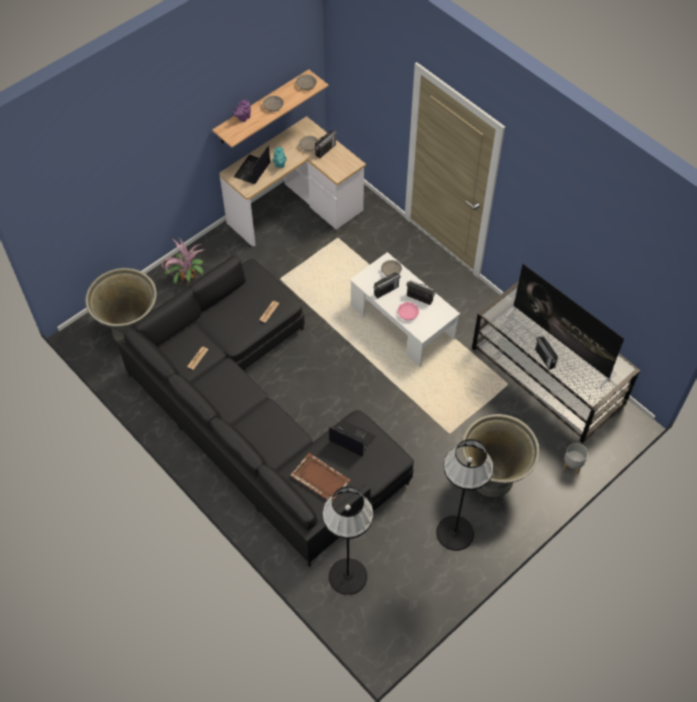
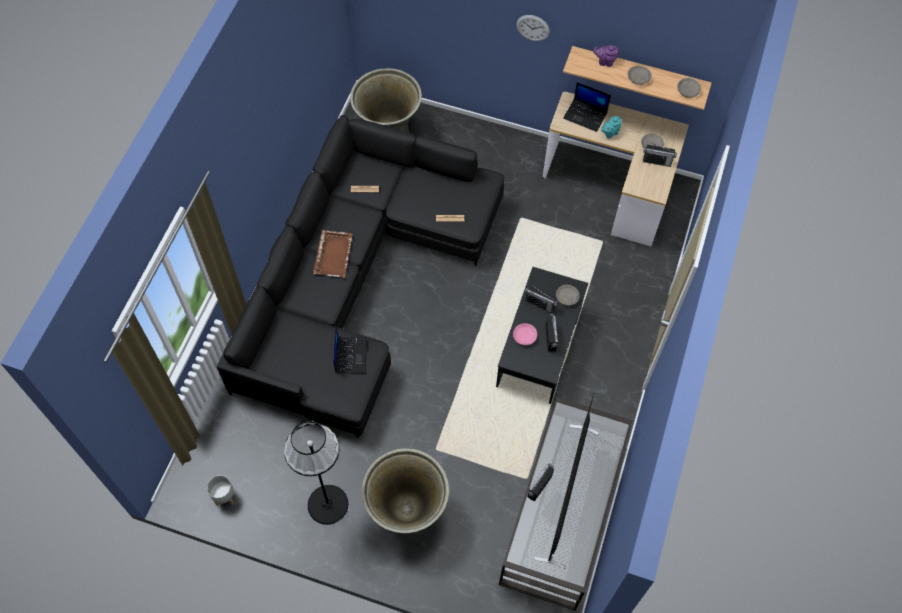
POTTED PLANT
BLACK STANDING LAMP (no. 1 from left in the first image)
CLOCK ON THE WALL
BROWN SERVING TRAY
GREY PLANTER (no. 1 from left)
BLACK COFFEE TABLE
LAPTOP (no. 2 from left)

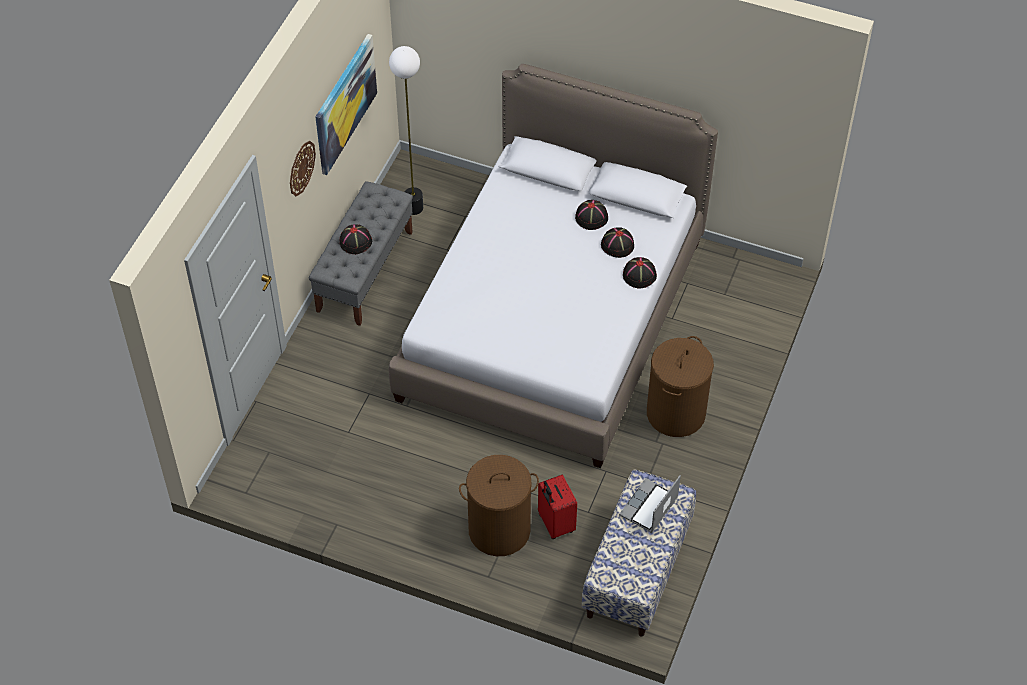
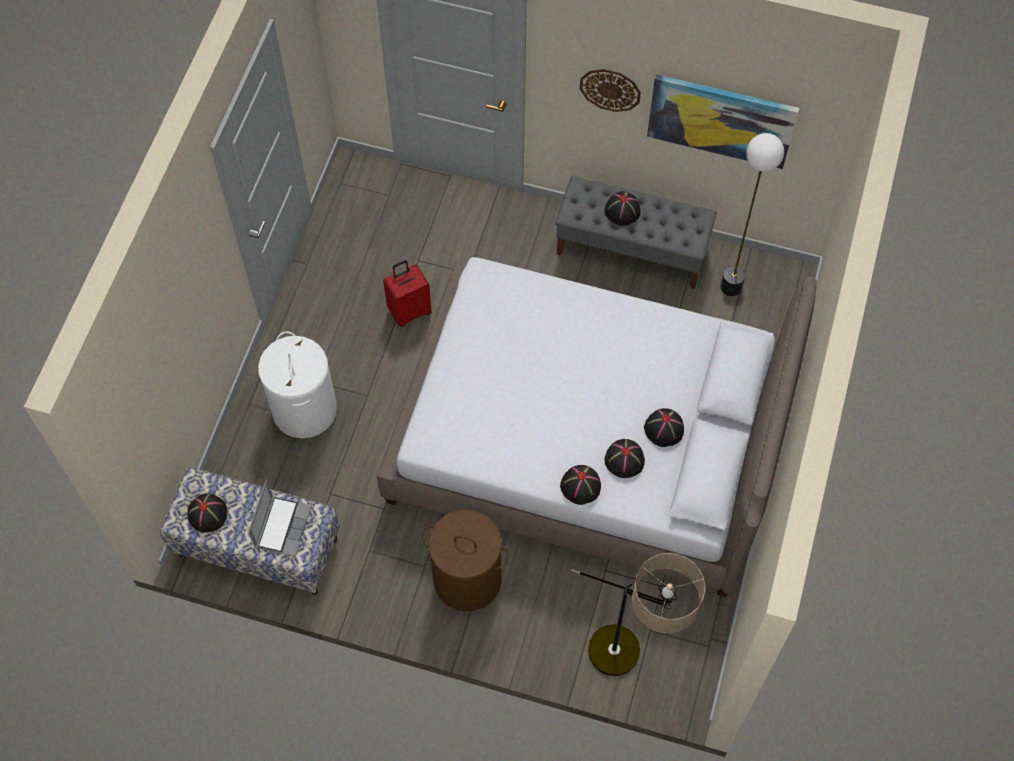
BLACK WEARABLE HAT (no. 1 from left)
STANDING LAMP (no. 1 from left)
REDDISH PIECE OF LUGGAGE
WHITE-COLOURED LAUNDRY BASKET
LAPTOP

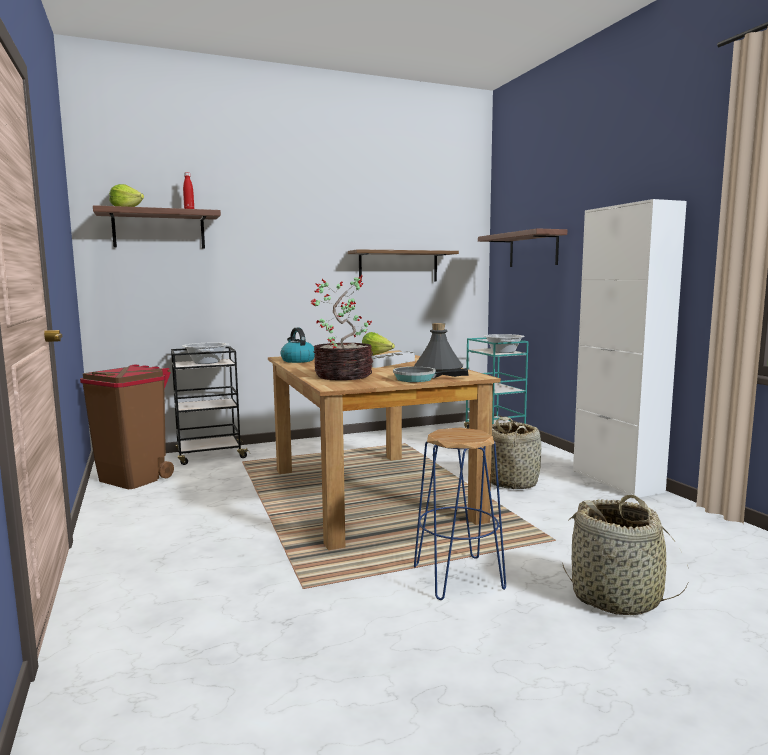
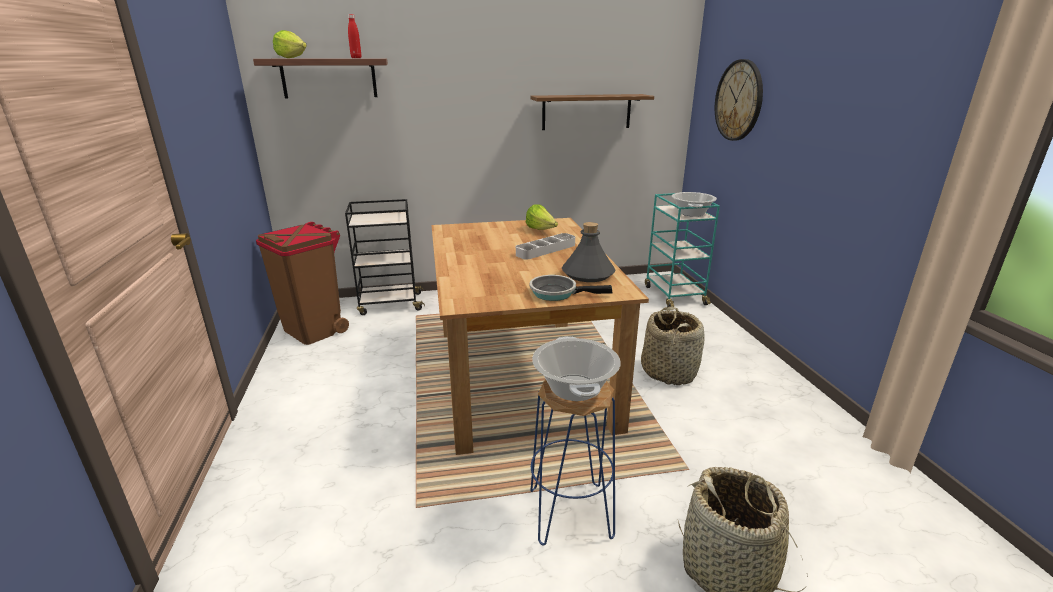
KETTLE
POTTED PLANT
WHITE-COLOURED CUPBOARD
STOCKPOT (no. 1 from left)
CLOCK ON THE WALL

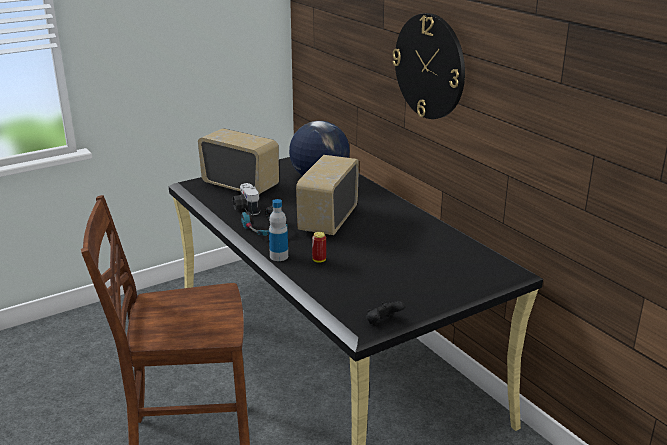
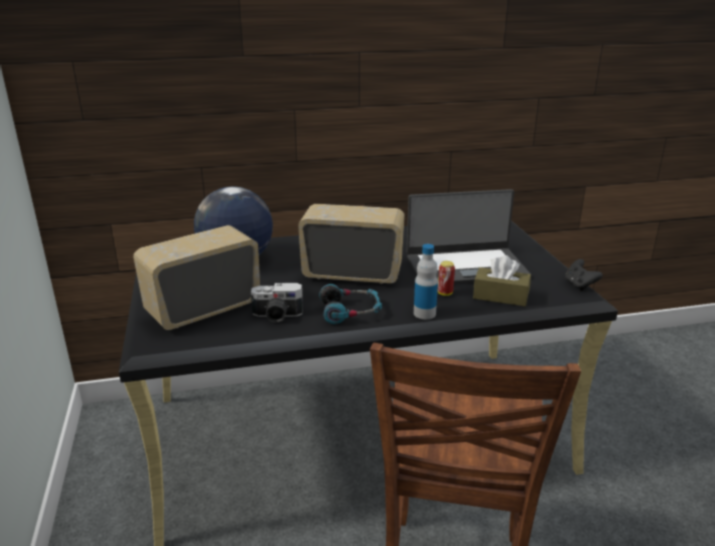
CLOCK ON THE WALL
LAPTOP
BROWN TISSUE BOX
RADIO RECEIVER (no. 2 from left)

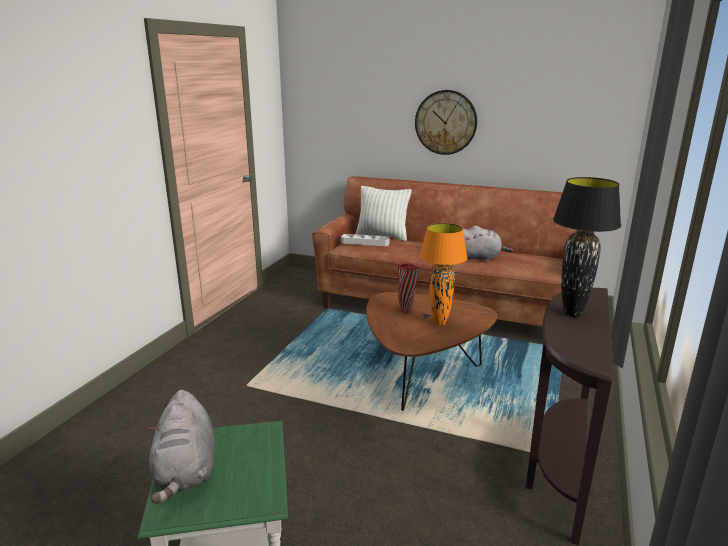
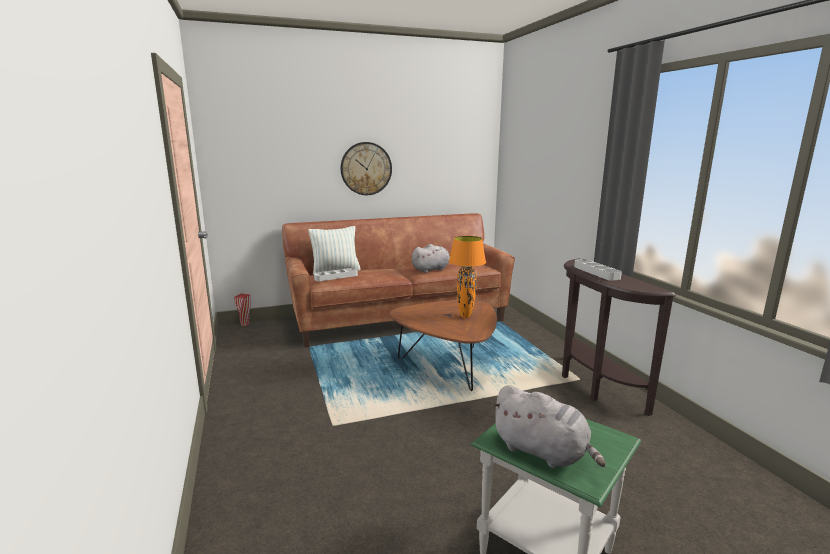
REDDISH DECORATIVE VASE
GREY SERVING TRAY (no. 2 from left)

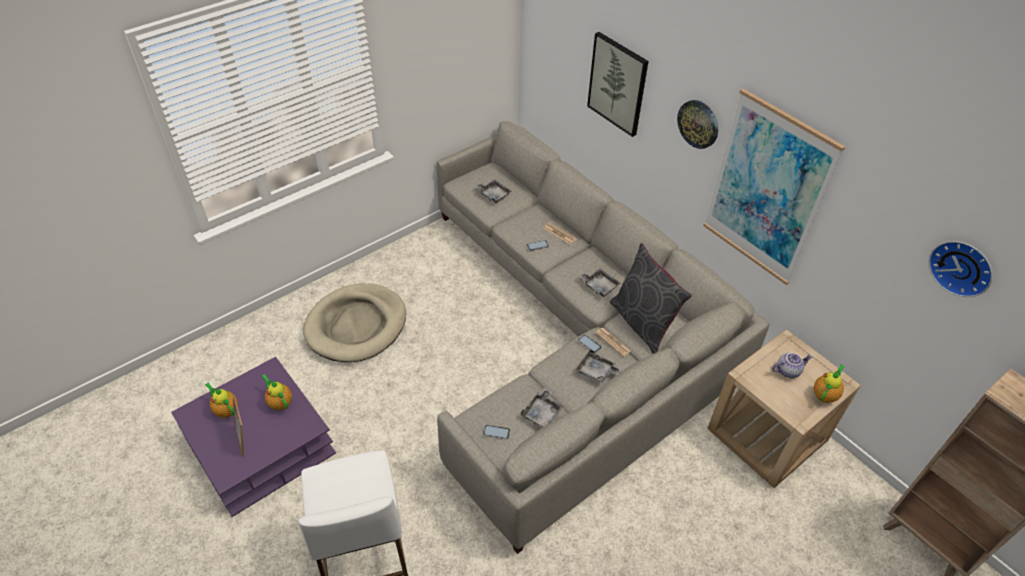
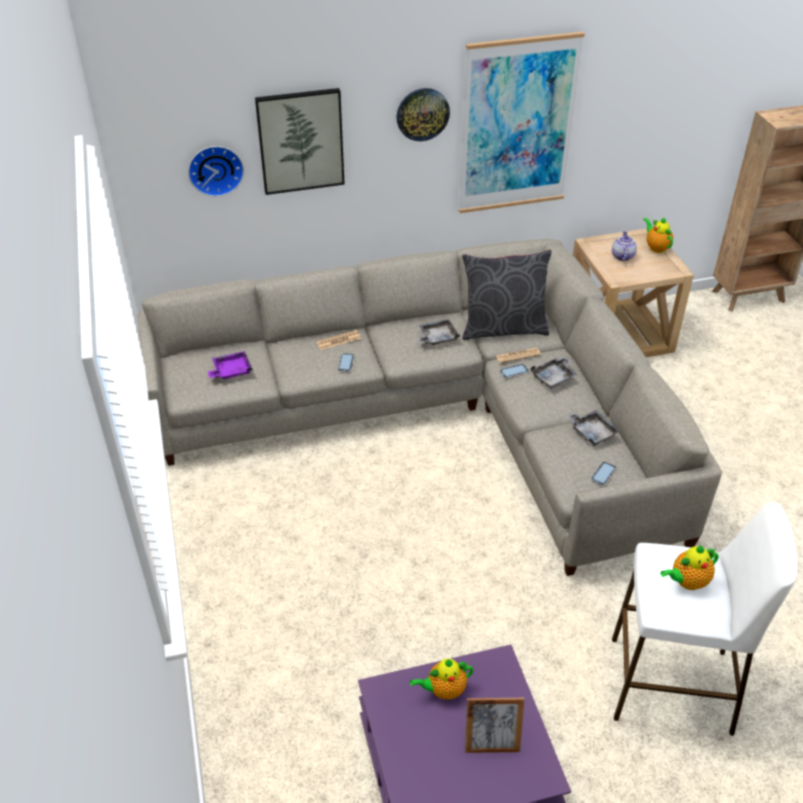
BEIGE-COLOURED DOG BED
TEAPOT (no. 4 from left)
CLOCK ON THE WALL (no. 1 from left)
PURPLISH SERVING TRAY

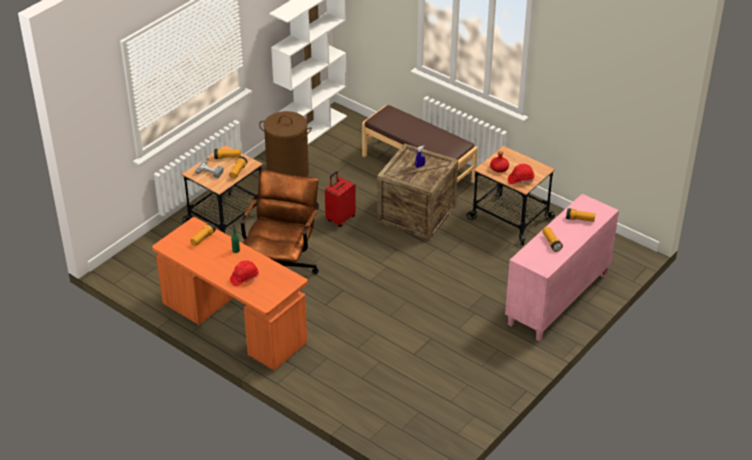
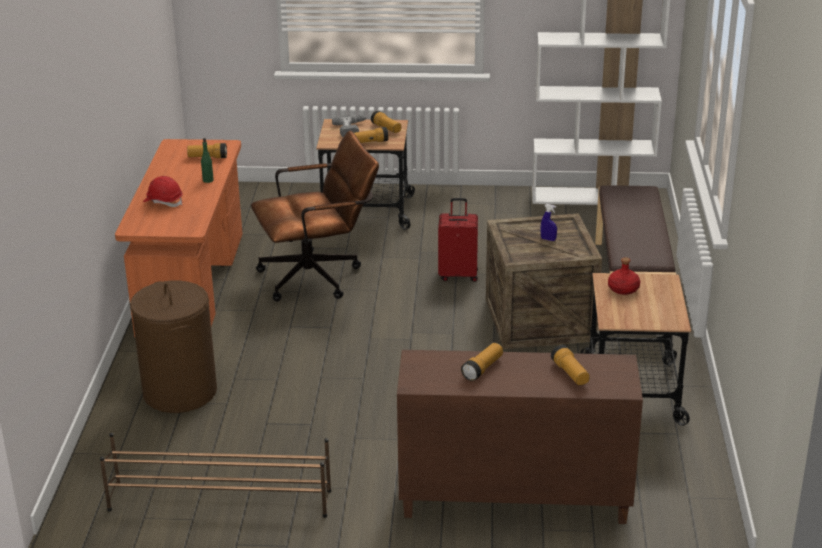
REDDISH SAFETY HELMET (no. 2 from left in the first image)
BROWN SHOE SHELF
BROWN LAUNDRY BASKET
BROWN CUPBOARD

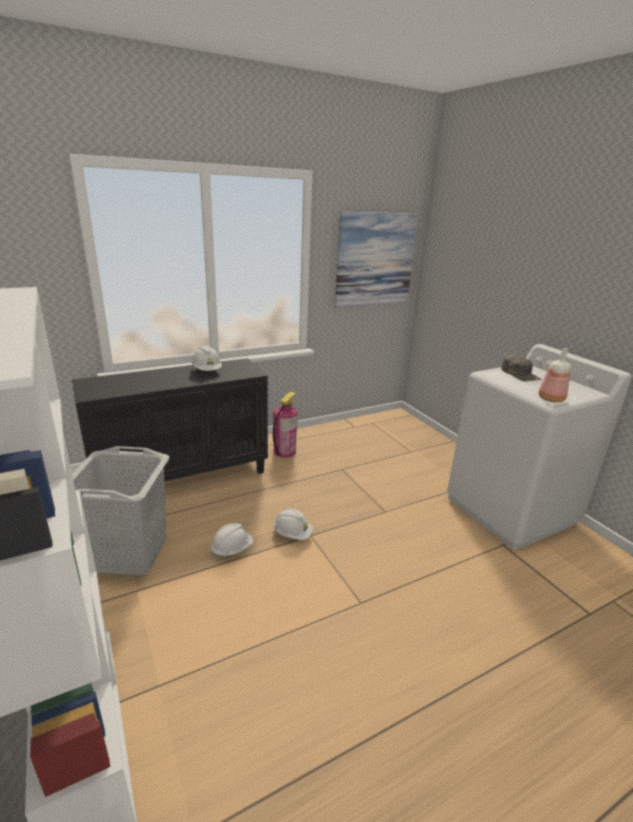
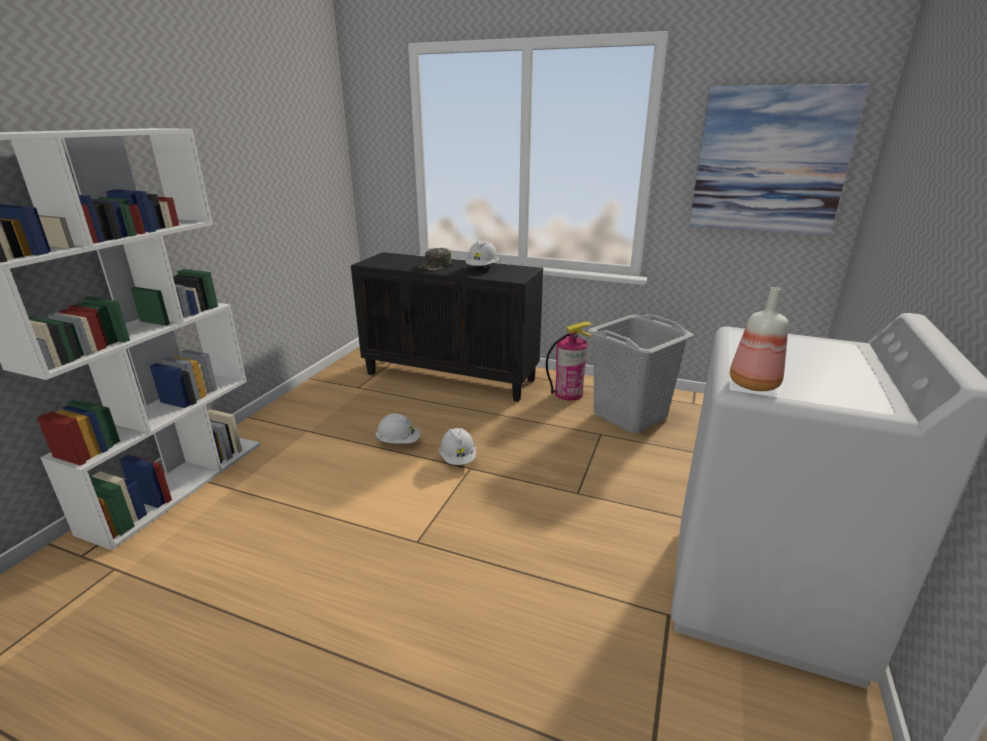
GREY LAUNDRY BASKET
GREENISH CAP

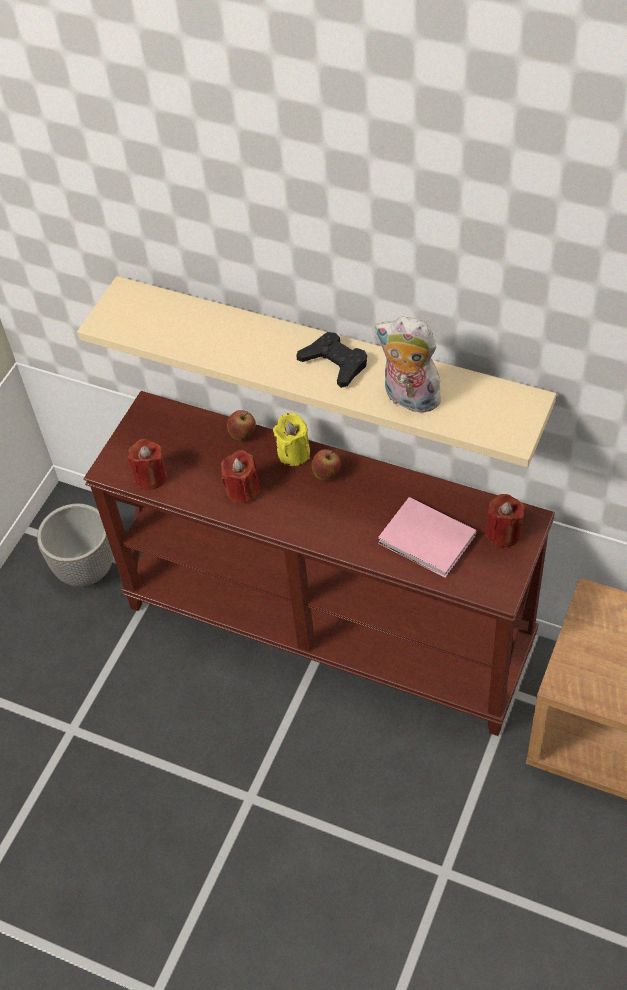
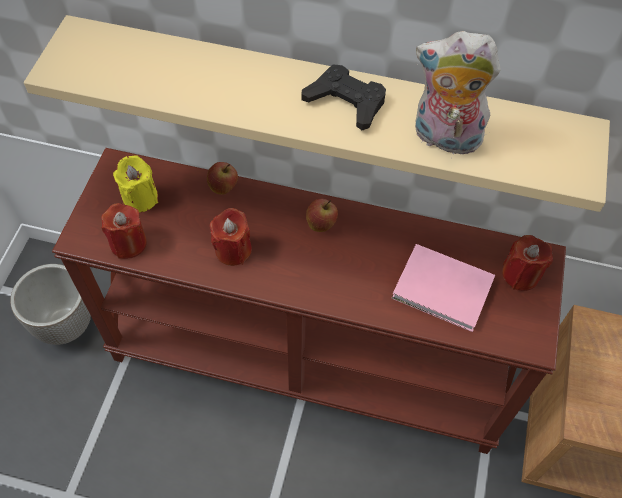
YELLOW WAX CANDLE

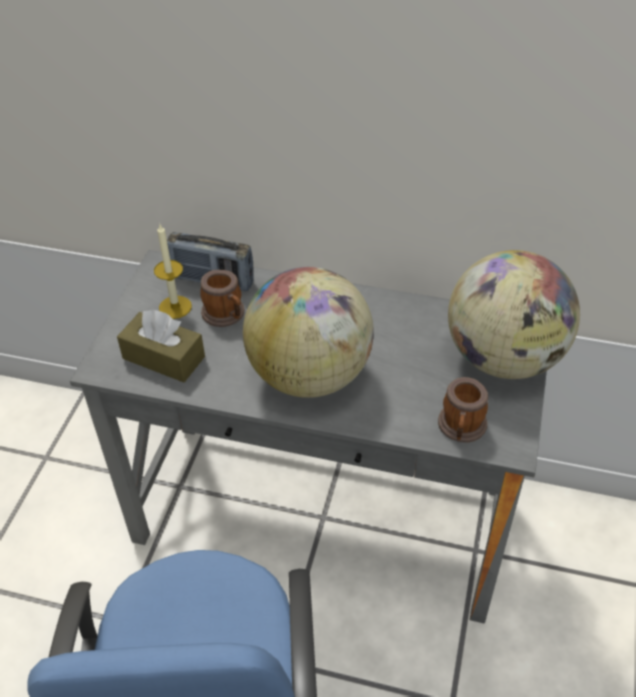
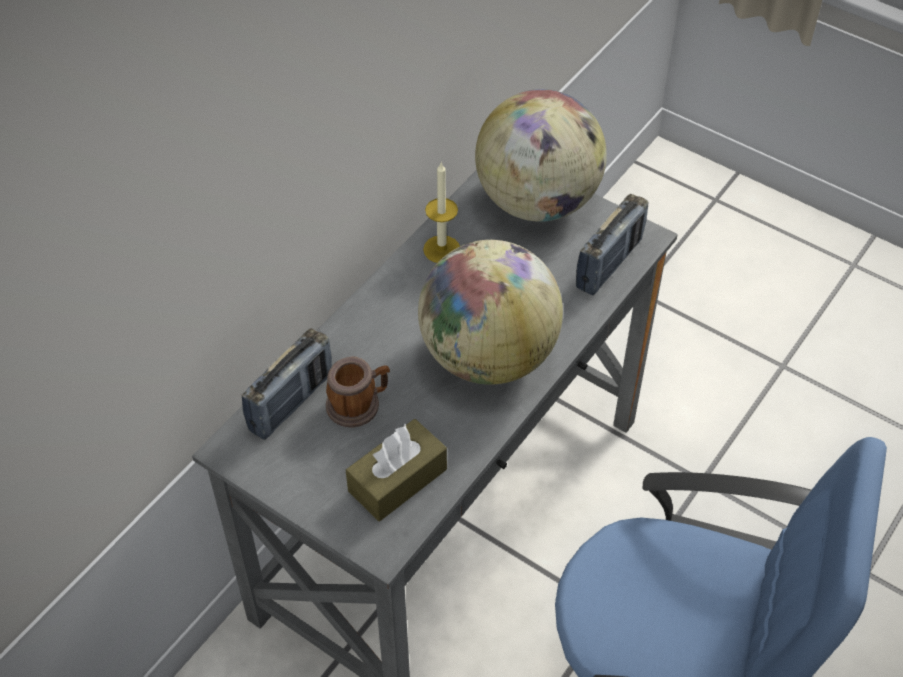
WAX CANDLE
RADIO RECEIVER (no. 2 from left)

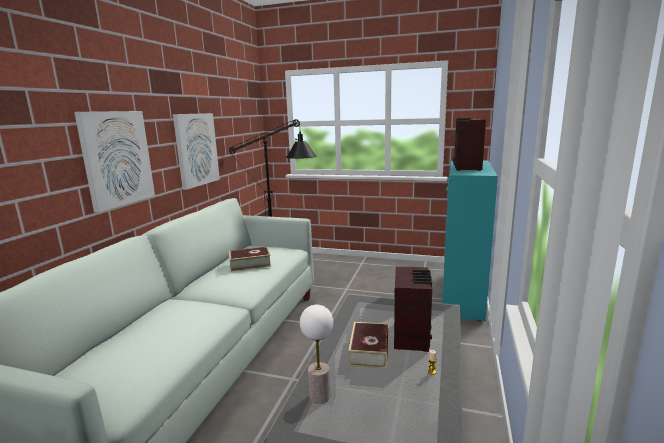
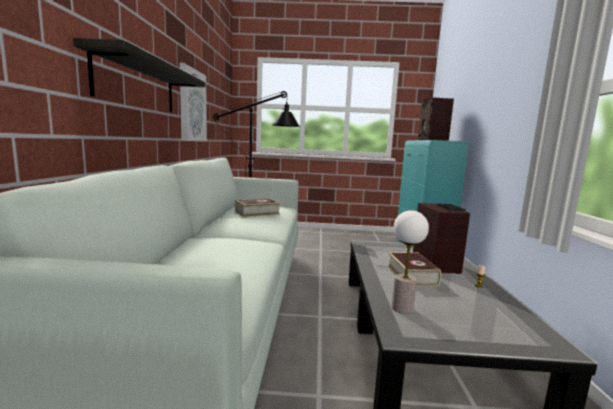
BRACKET SHELF

